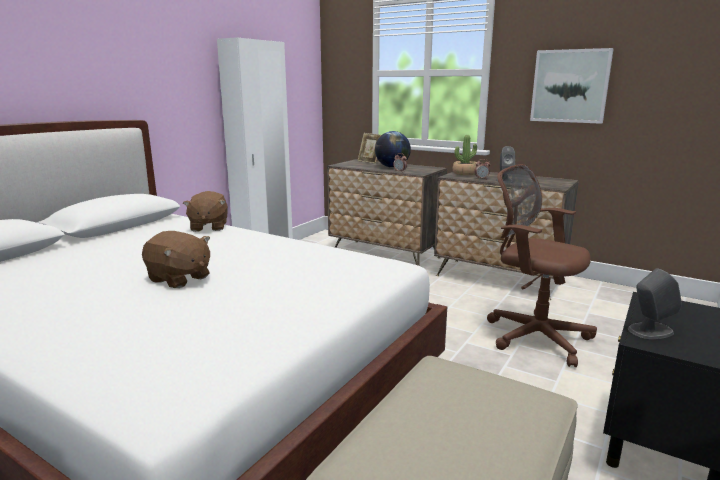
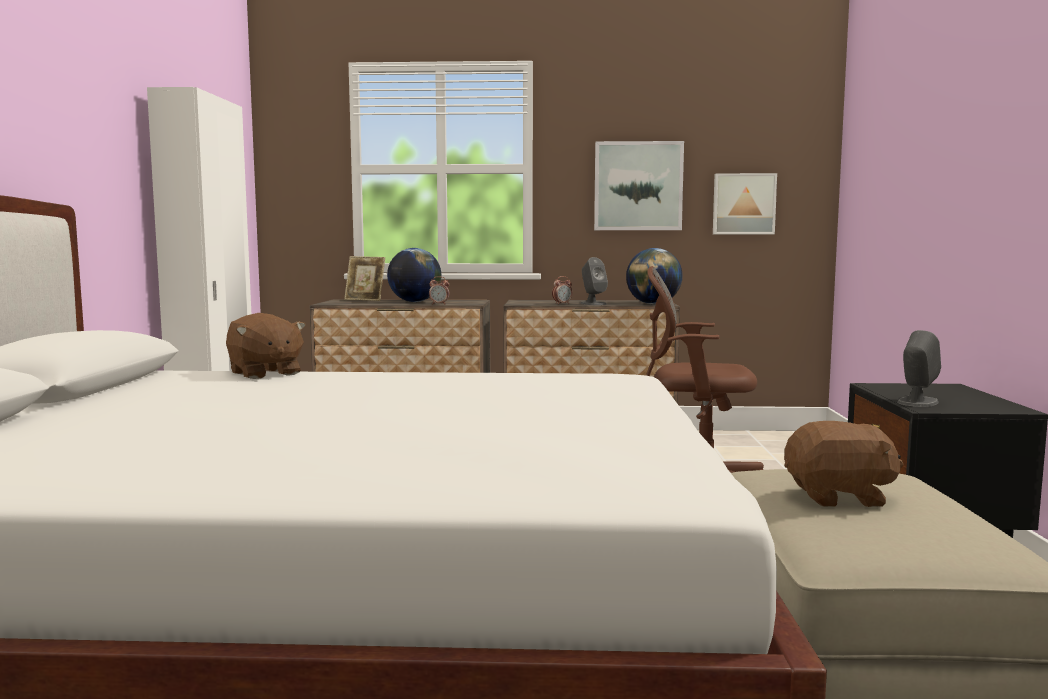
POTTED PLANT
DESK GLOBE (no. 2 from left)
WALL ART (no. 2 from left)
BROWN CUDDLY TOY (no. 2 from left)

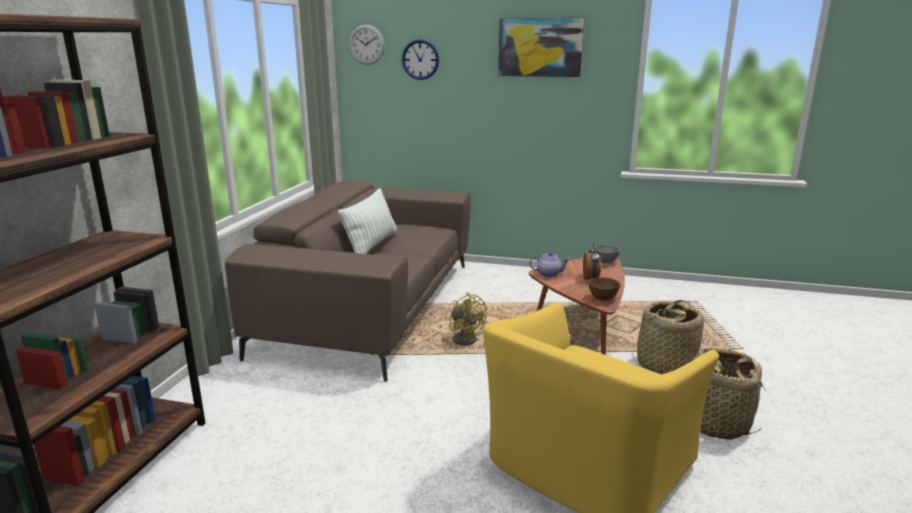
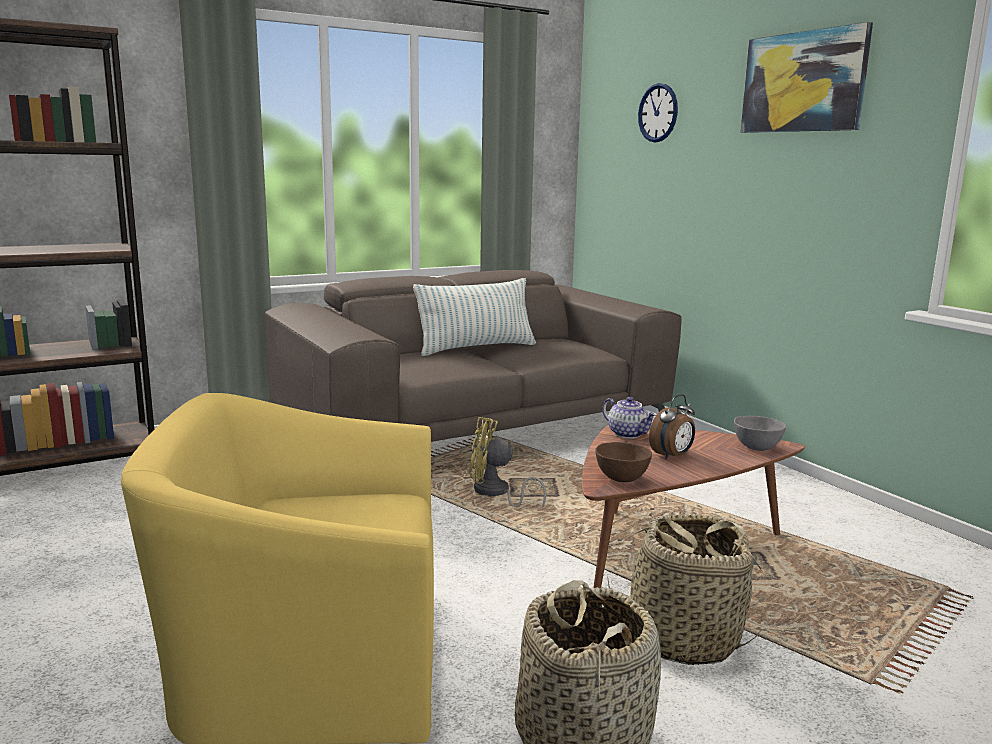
CLOCK ON THE WALL (no. 1 from left in the first image)
YELLOW ELECTRIC FAN

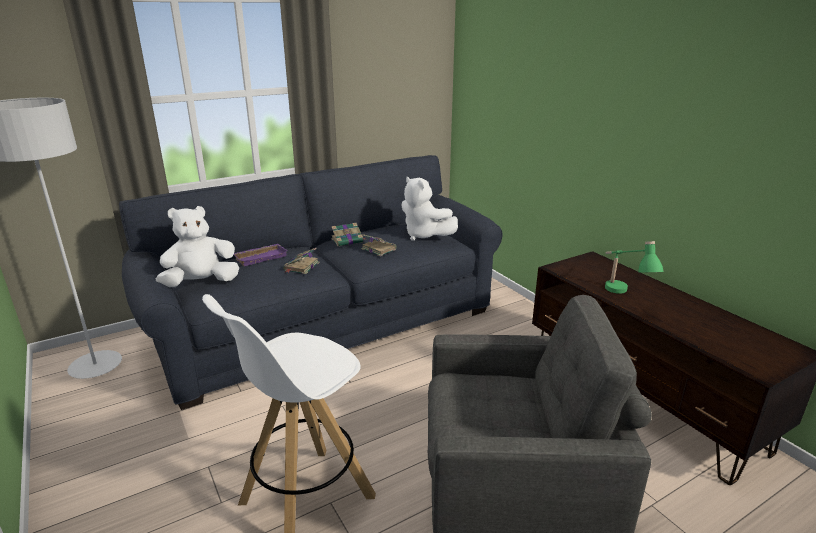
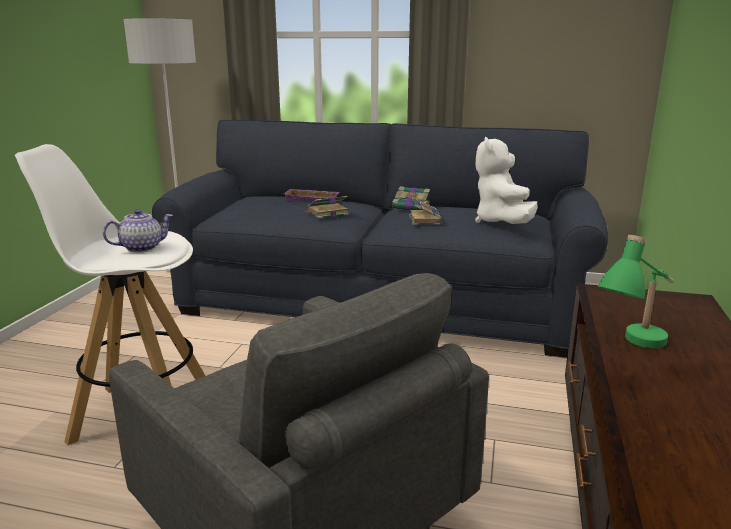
WHITE-COLOURED CUDDLY TOY (no. 1 from left in the first image)
TEAPOT

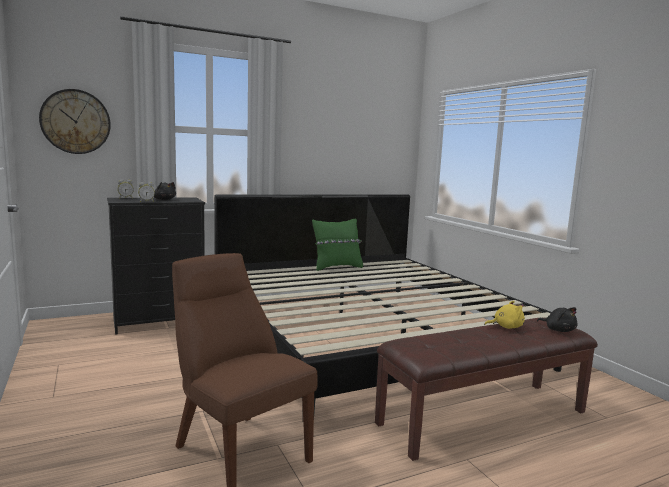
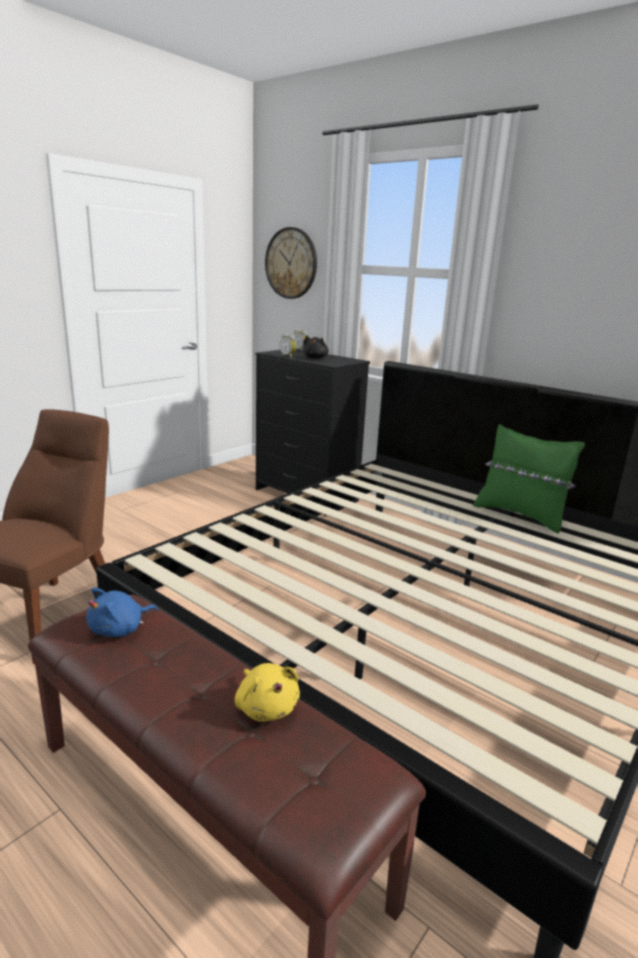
BLACK CUDDLY TOY (no. 2 from left in the first image)
BLUE-COLOURED CUDDLY TOY

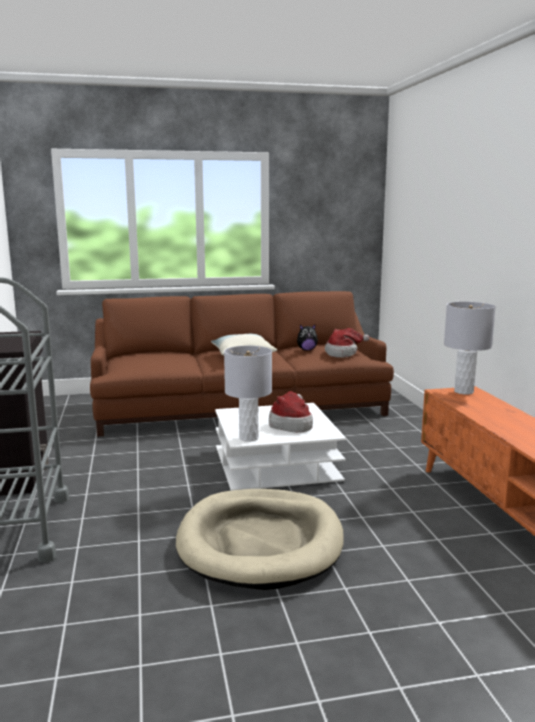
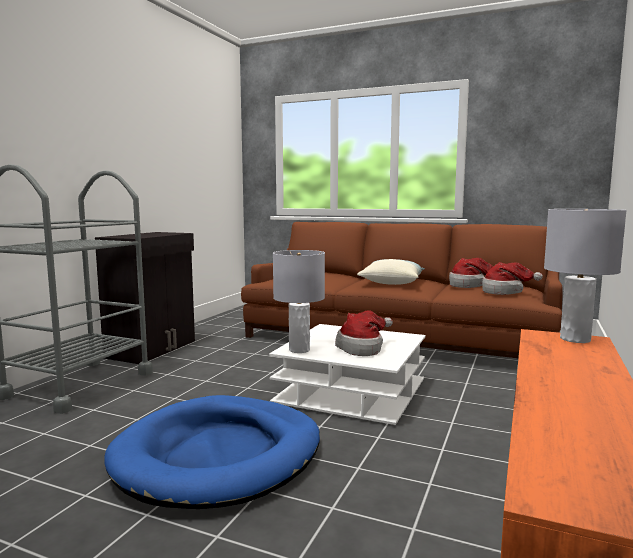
WEARABLE HAT (no. 2 from left)
BLUE-COLOURED DOG BED

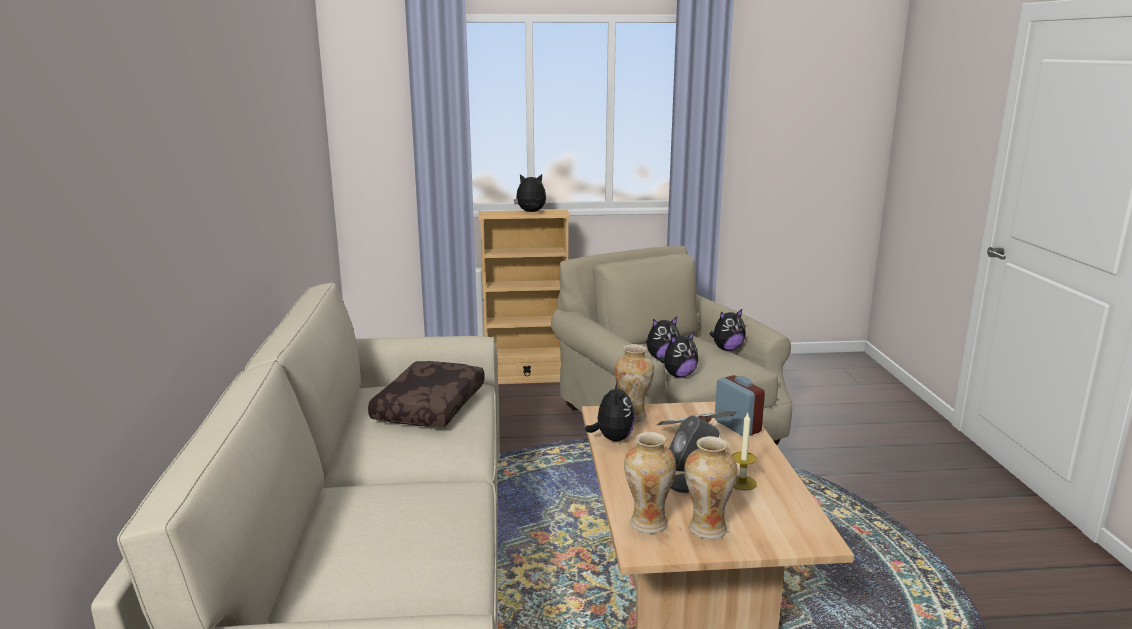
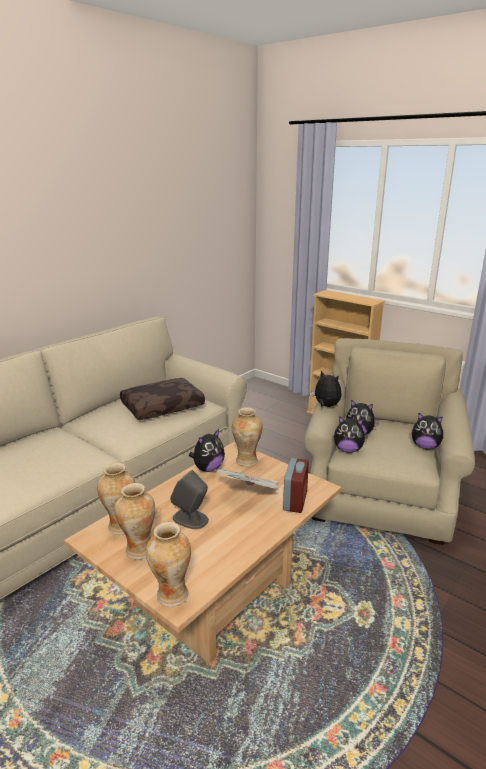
WAX CANDLE
DECORATIVE VASE (no. 3 from left)
CUDDLY TOY (no. 2 from left)

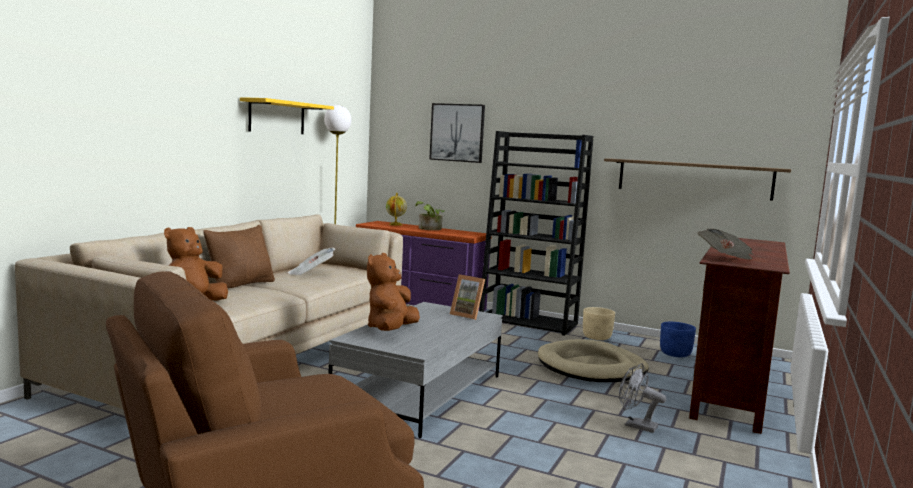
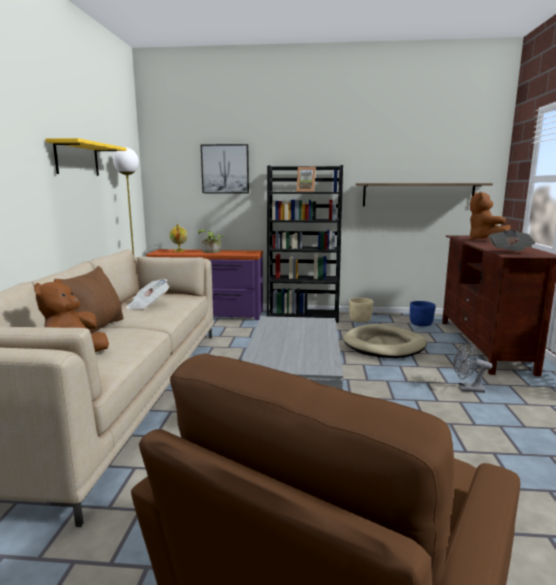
BROWN CUDDLY TOY (no. 2 from left)
STANDING FRAME

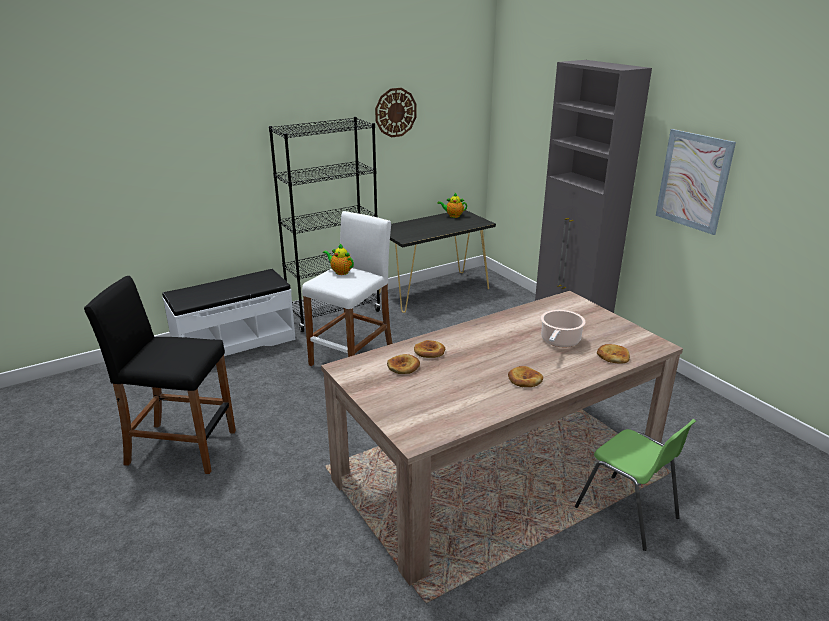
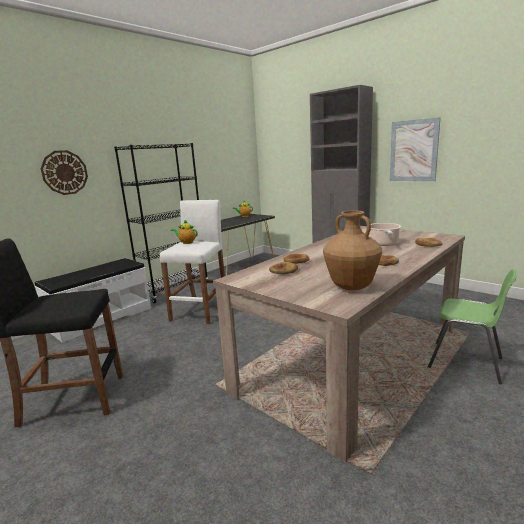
BROWN DECORATIVE VASE
CLOCK ON THE WALL

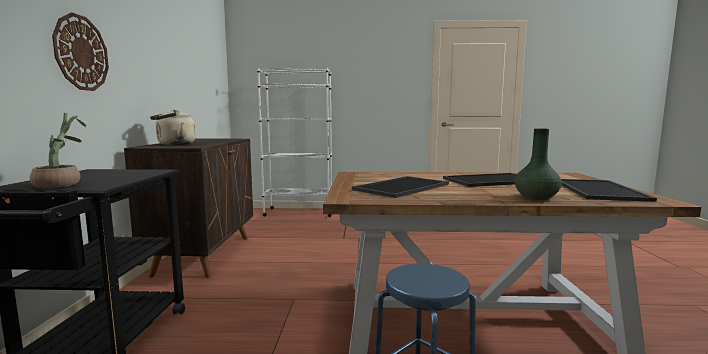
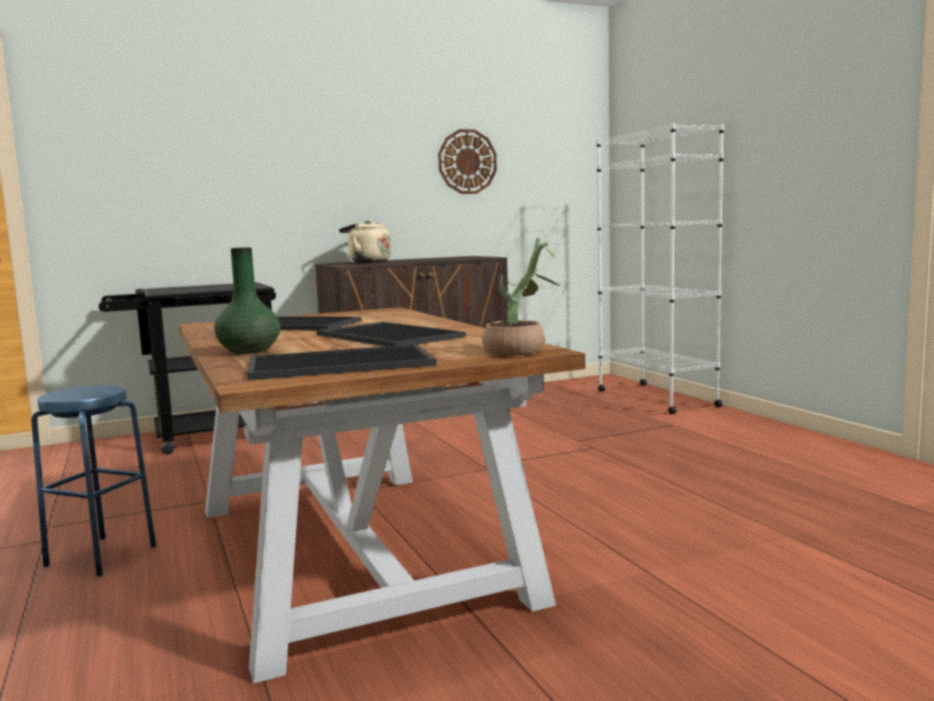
POTTED PLANT
CLOCK ON THE WALL

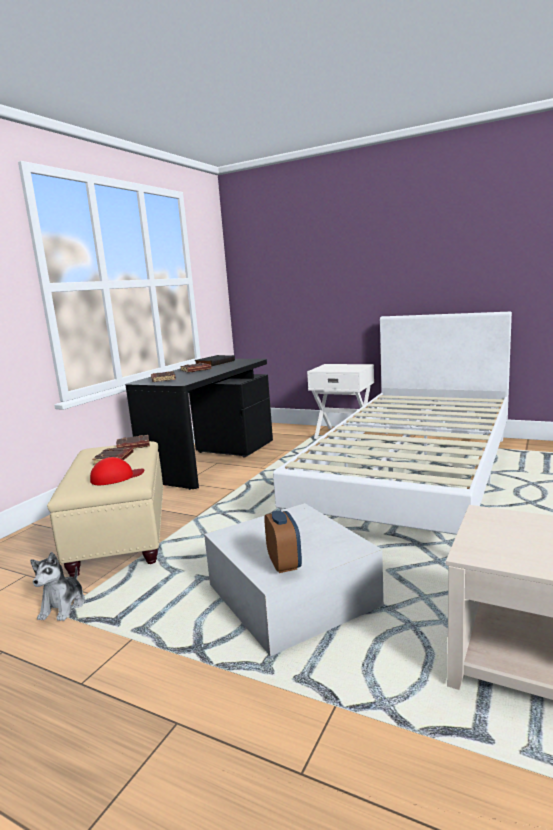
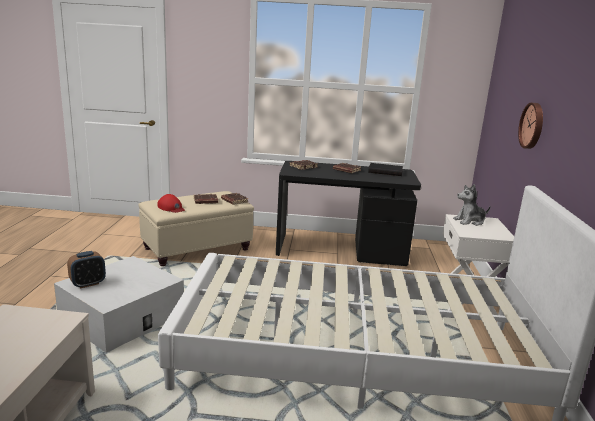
CLOCK ON THE WALL
CUDDLY TOY

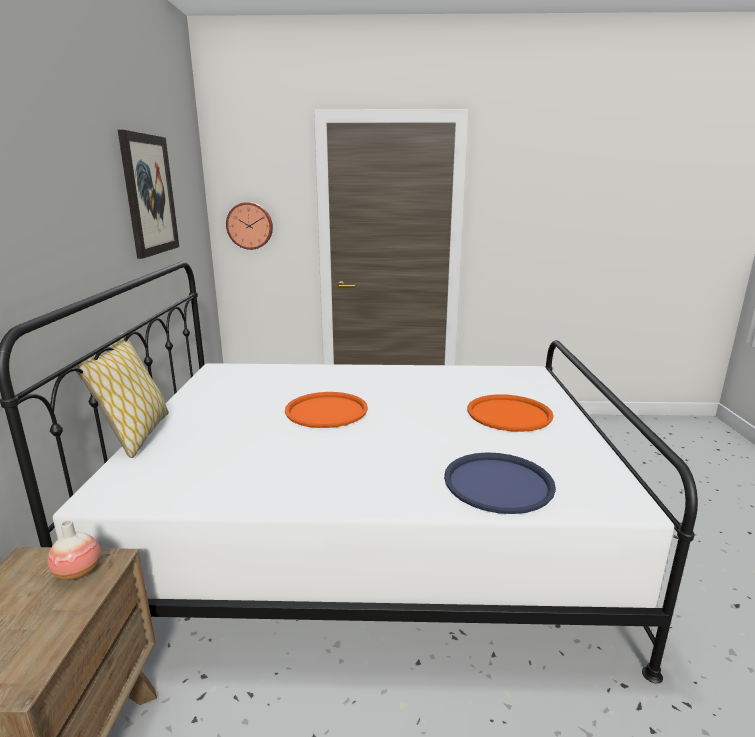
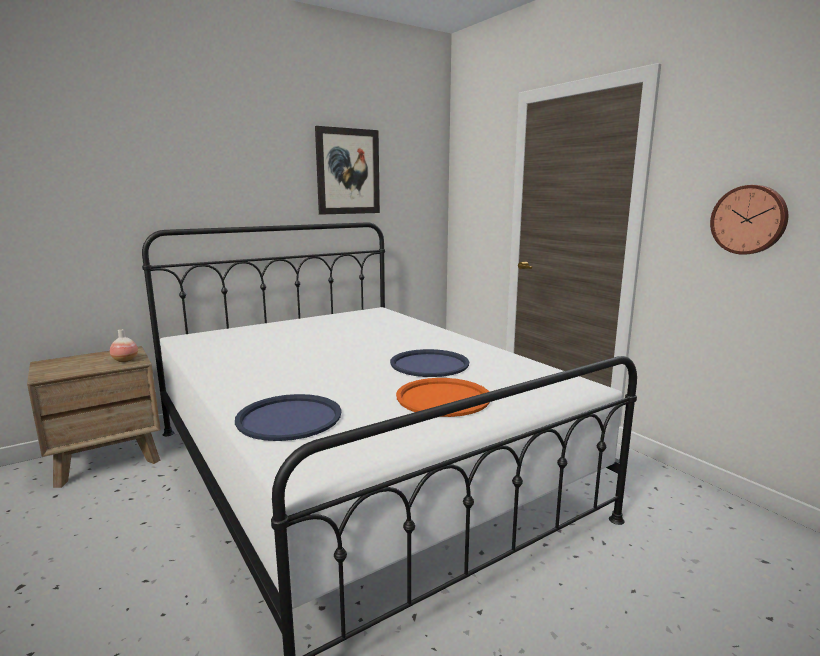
THROW PILLOW
ORANGE-COLOURED SERVING TRAY (no. 1 from left in the first image)
BLUE-COLOURED SERVING TRAY (no. 2 from left)
CLOCK ON THE WALL

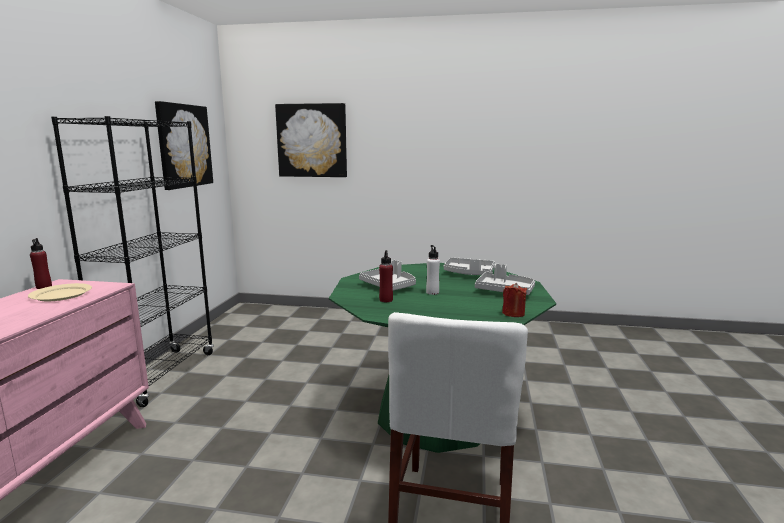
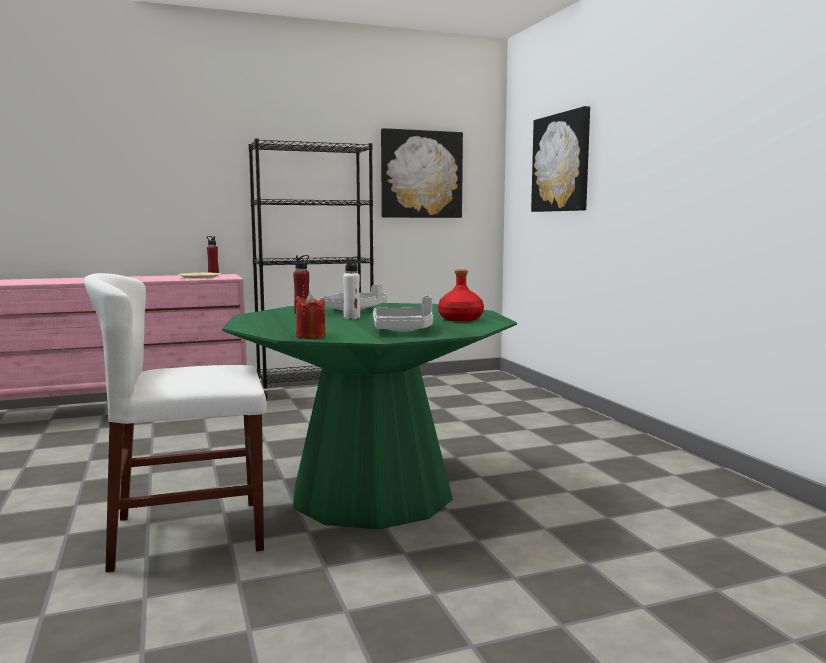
REDDISH DRINK BOTTLE (no. 3 from left)

